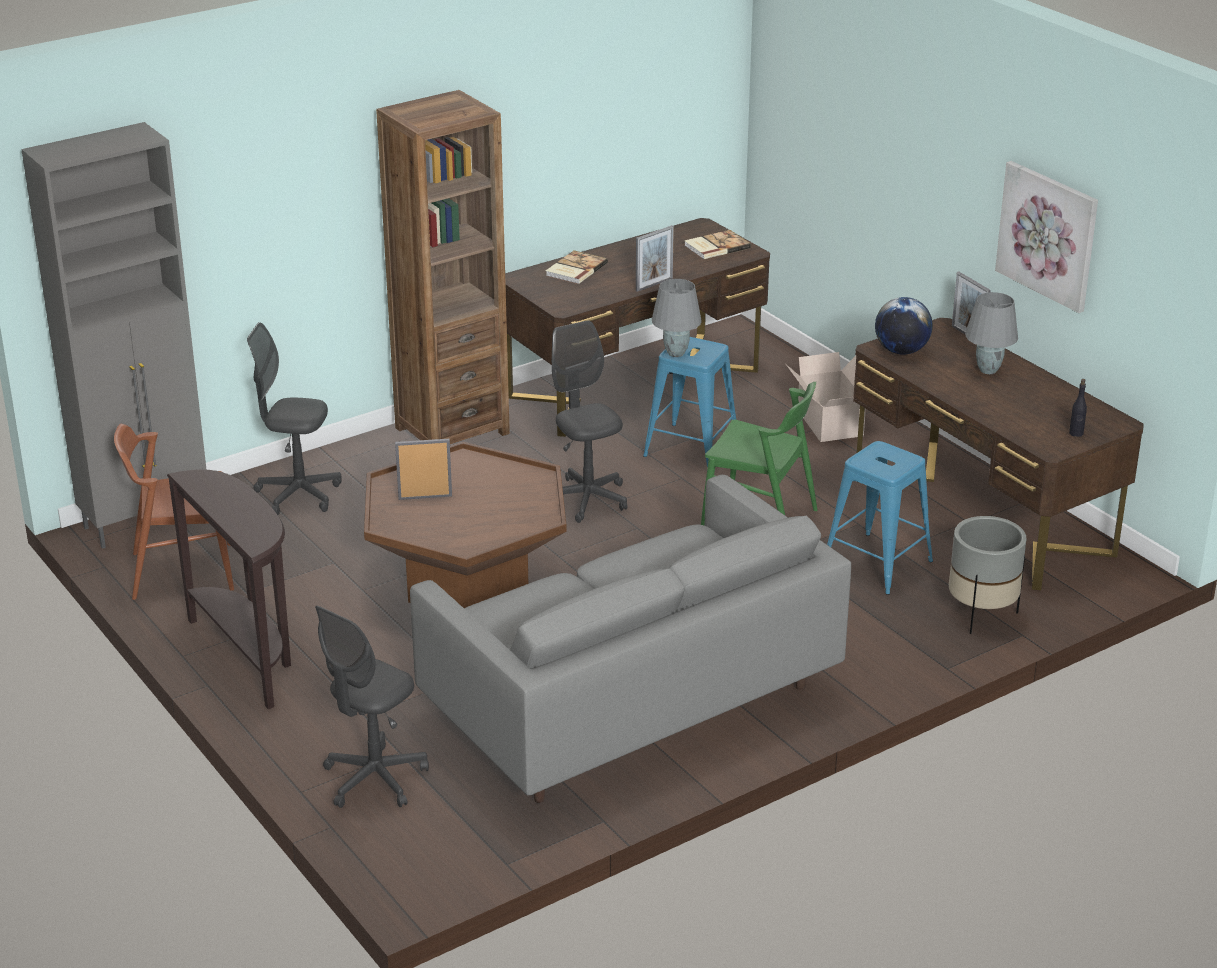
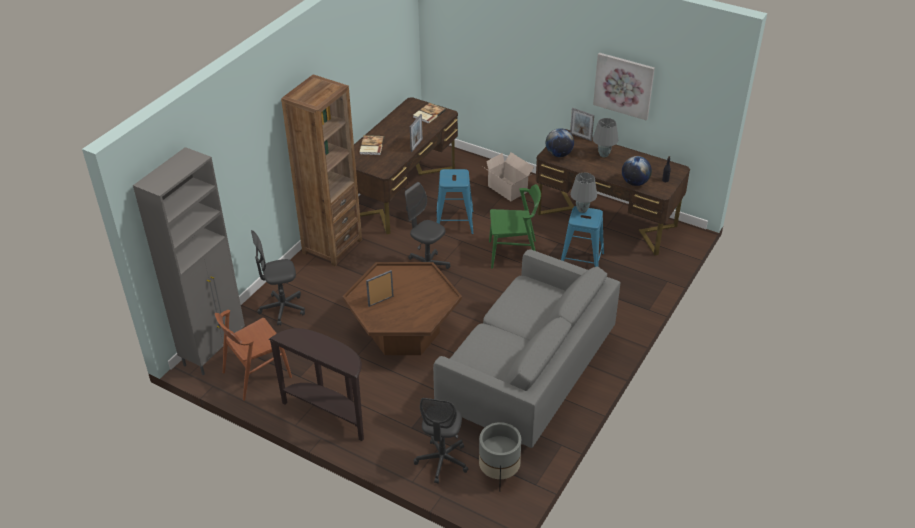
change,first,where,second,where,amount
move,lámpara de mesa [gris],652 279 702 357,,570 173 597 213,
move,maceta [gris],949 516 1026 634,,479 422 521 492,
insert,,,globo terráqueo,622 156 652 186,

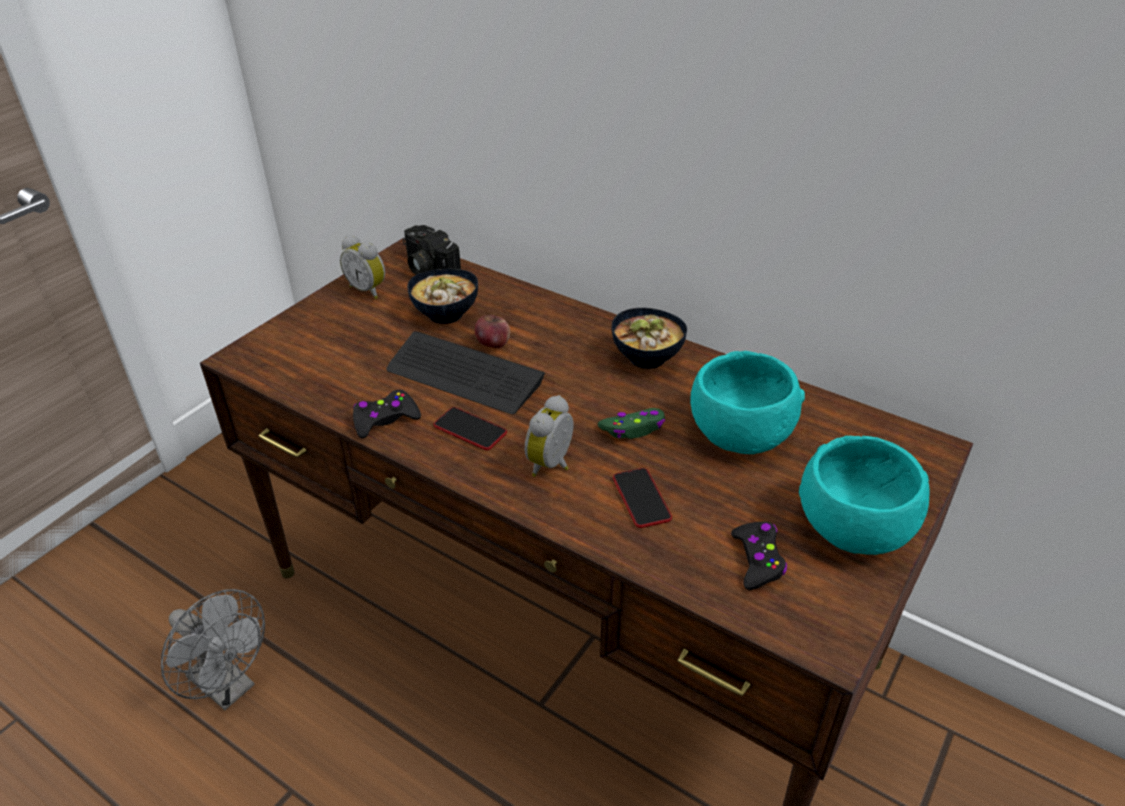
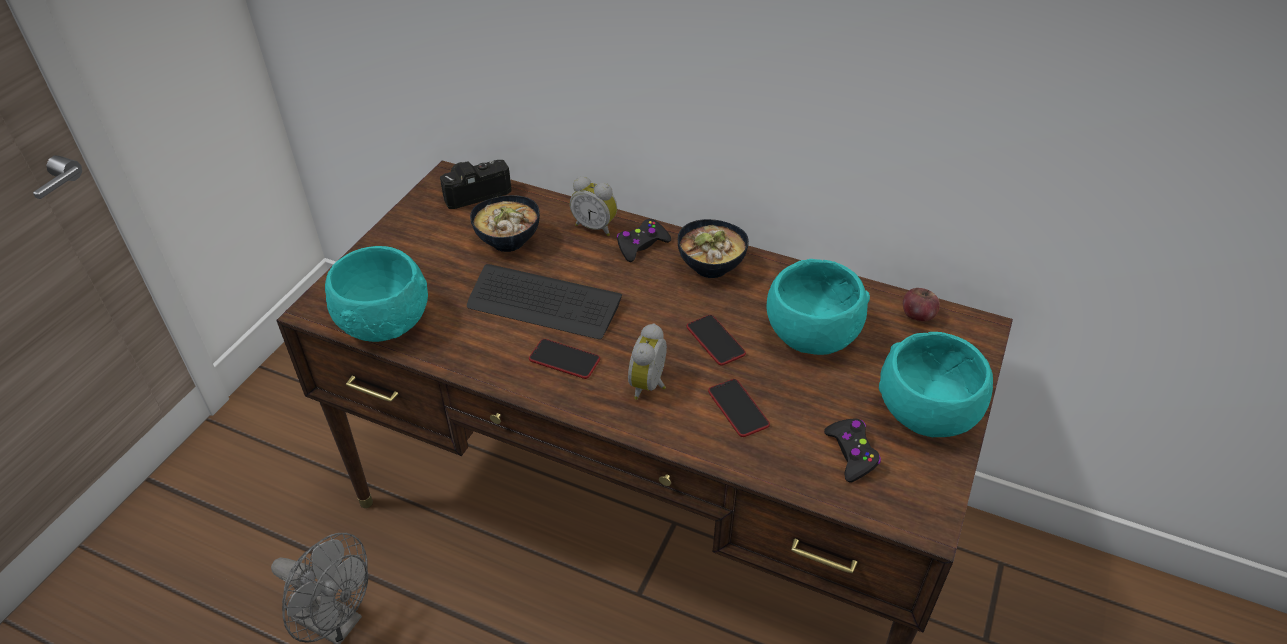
change,first,where,second,where,amount
move,despertador,340 235 385 299,,570 176 617 236,
move,mando de consola [negro],353 390 421 438,,617 219 671 262,
rotate,cámara,403 225 461 275,,440 160 512 209,120 degrees clockwise
move,manzana,475 315 510 348,,903 288 940 321,
replace,mando de consola [verde],598 408 665 439,móvil,686 315 746 366,
insert,,,cuenco [turquesa],325 246 428 342,

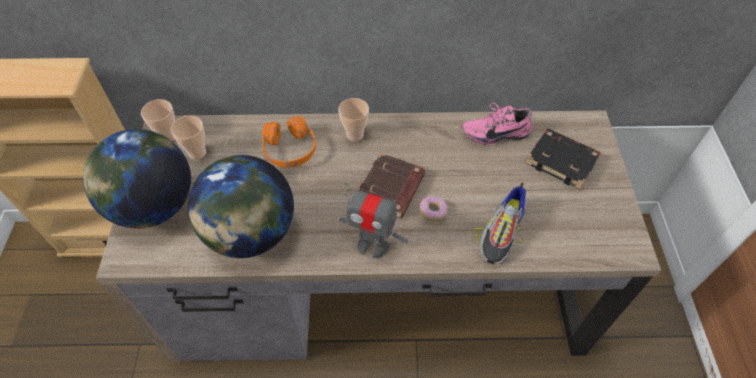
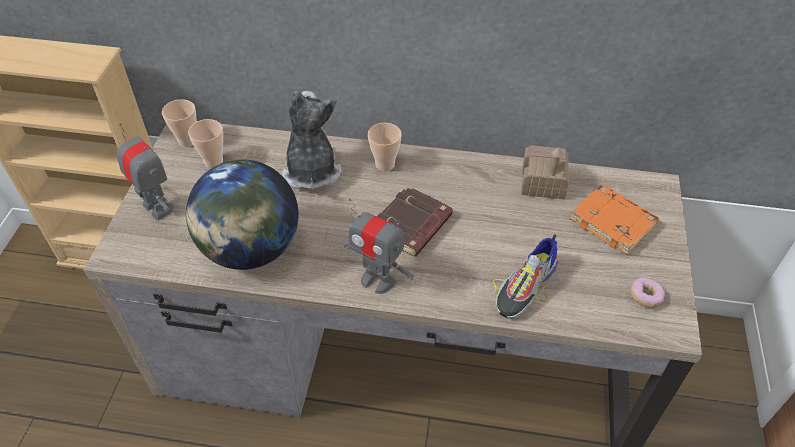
change,first,where,second,where,amount
replace,globo terráqueo,83 129 191 229,robot de juguete,117 123 173 221,
replace,auriculares [naranja],262 116 316 168,peluche,282 91 342 190,
move,rosquilla,419 196 448 221,,631 278 665 308,
replace,zapato [rosa],463 103 533 145,casita,521 145 569 199,
recolor,libro [negro],526 129 601 190,libro [naranja],570 184 659 255,

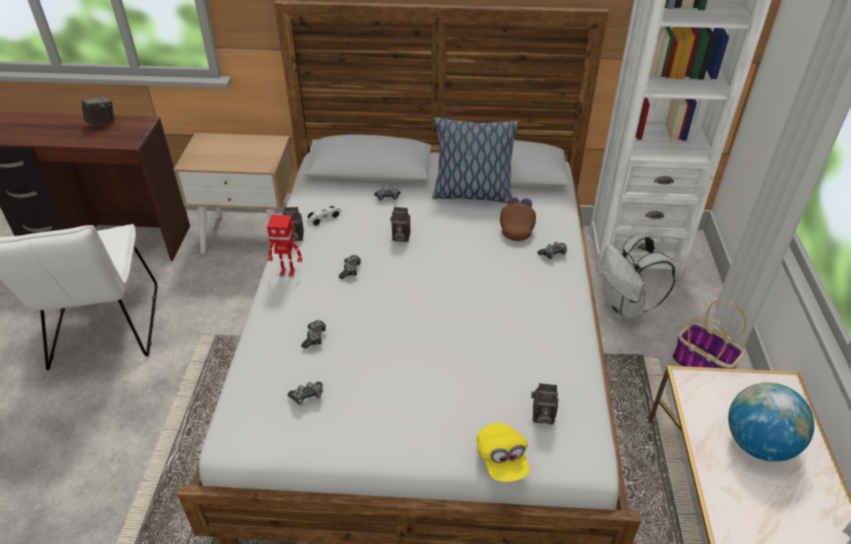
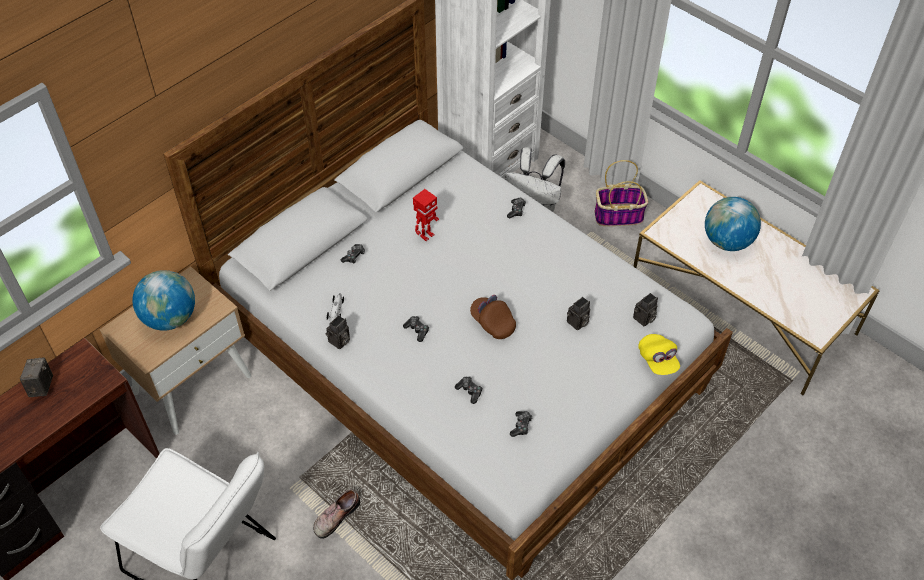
change,first,where,second,where,amount
move,robot de juguete,267 215 302 277,,413 189 439 242,
move,cámara,390 207 411 242,,567 297 590 330,
delete,cojín,432 117 519 203,,,
rotate,gorra [amarillo],477 423 530 482,,638 334 680 375,45 degrees clockwise
move,gorra [marrón],500 197 536 241,,470 295 516 339,
insert,,,globo terráqueo,132 270 195 331,
insert,,,zapato,313 489 360 539,

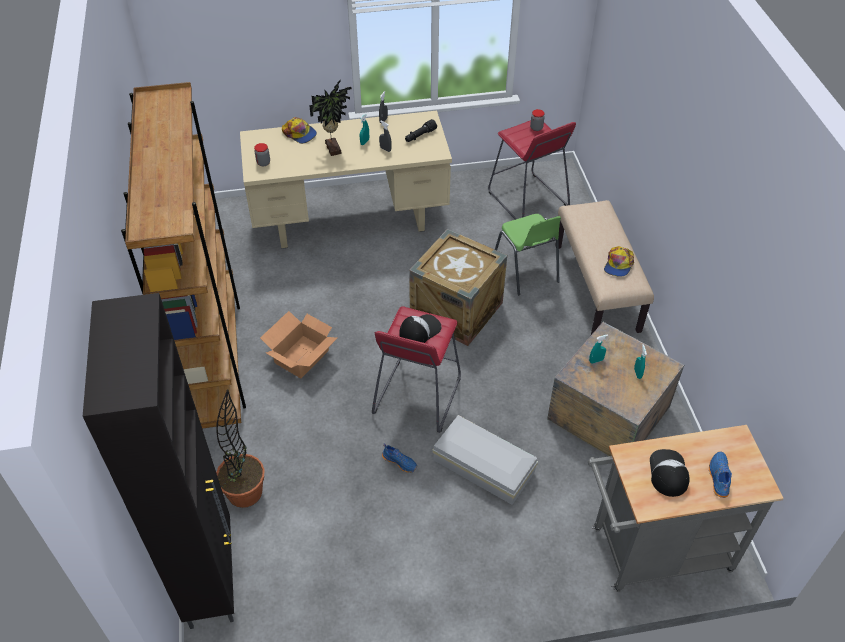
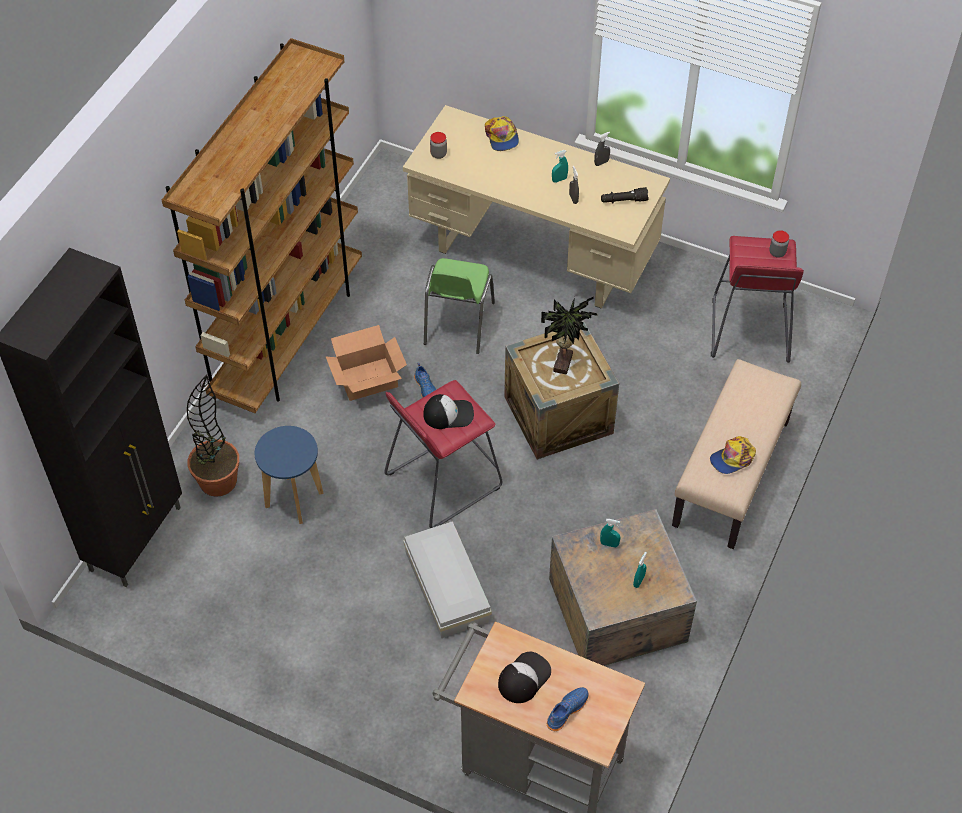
change,first,where,second,where,amount
move,planta en maceta,309 80 352 156,,541 297 598 375,
move,zapato [azul],382 444 417 473,,414 363 436 398,
move,silla [verde],495 214 561 295,,424 258 495 354,
insert,,,taburete [azul],255 426 324 524,

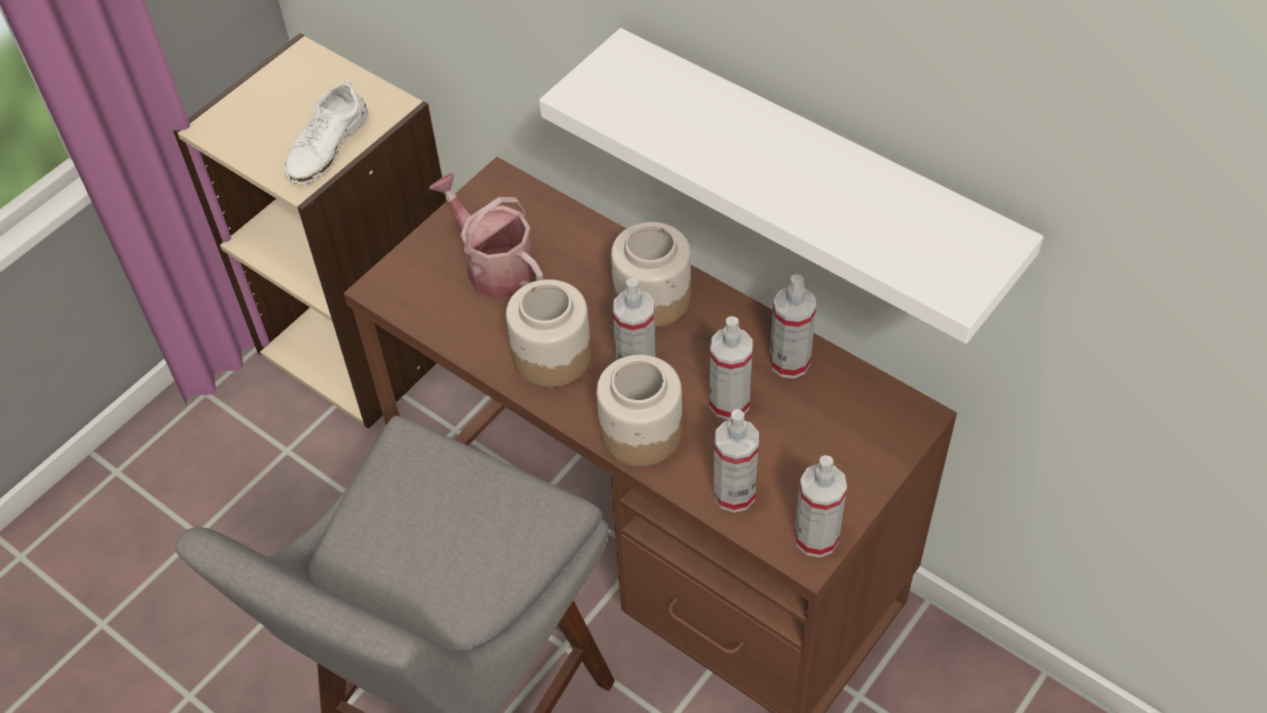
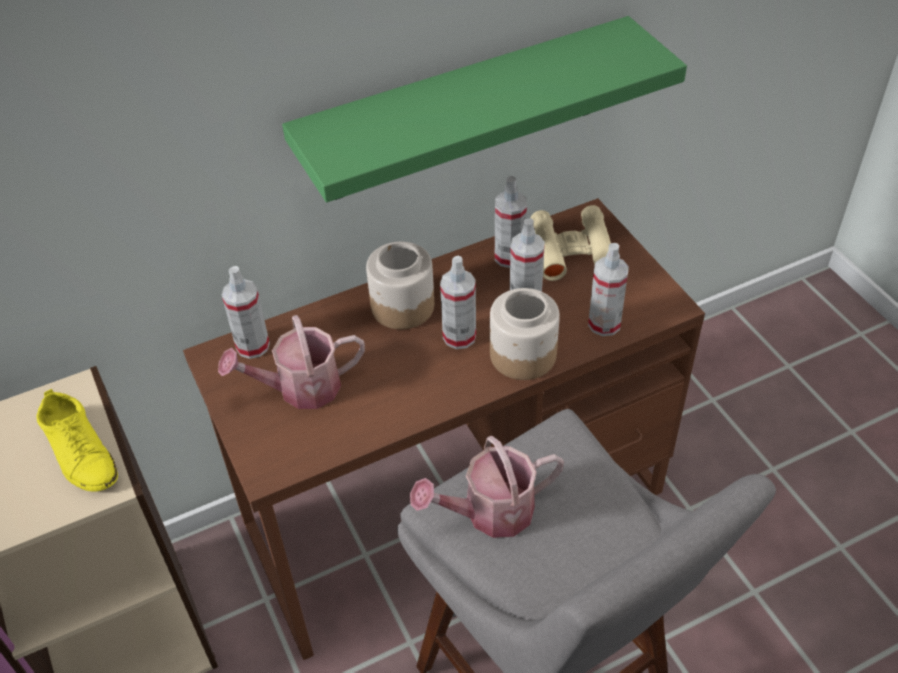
change,first,where,second,where,amount
recolor,zapato [blanco],284 80 368 184,zapato [amarillo],37 389 118 492,
delete,tarro,506 279 591 388,,,
recolor,estante [blanco],539 28 1043 344,estante [verde],282 16 687 202,
move,pulverizador,795 455 847 558,,222 266 270 359,
insert,,,regadera,410 436 564 538,
insert,,,prismáticos [beis],531 205 611 281,

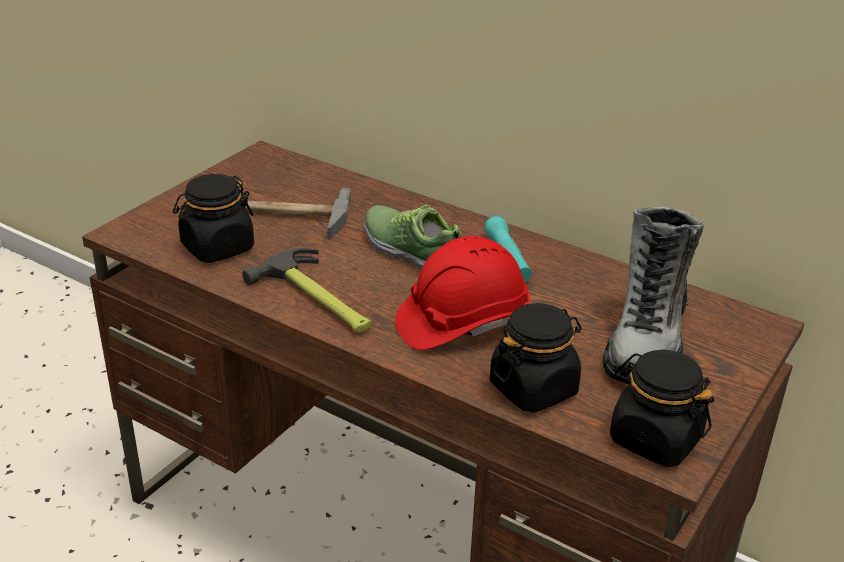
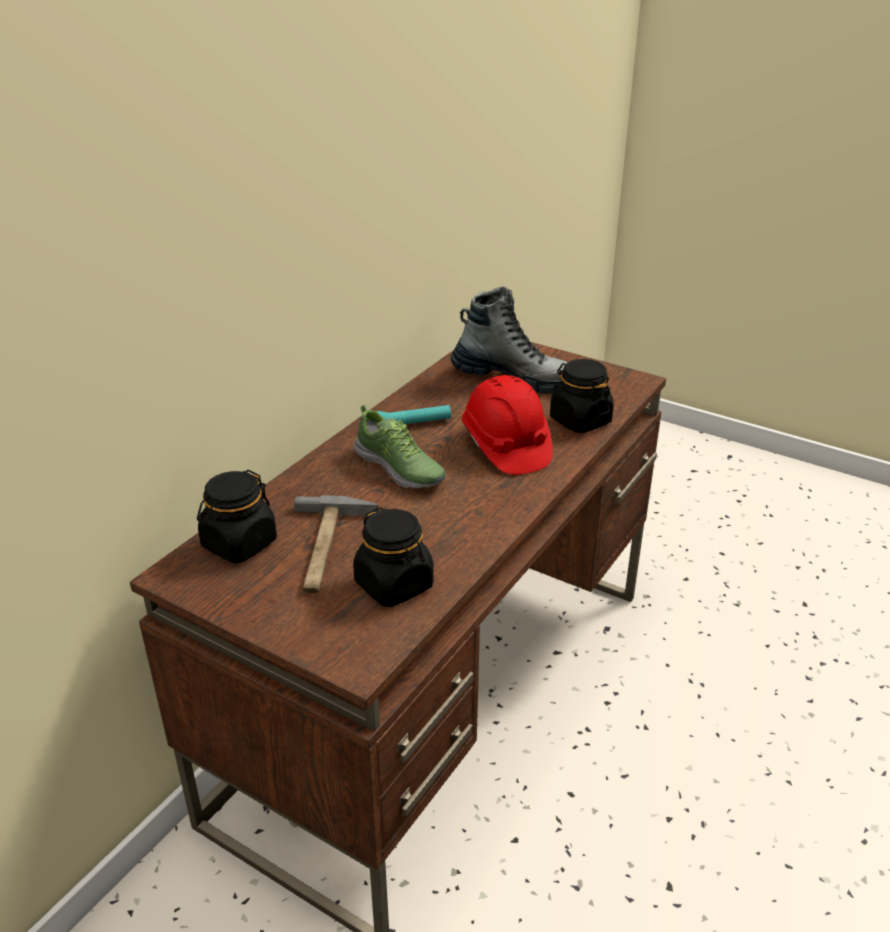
change,first,where,second,where,amount
delete,martillo,242 248 372 333,,,
rotate,zapato,365 204 462 271,,354 405 446 488,90 degrees counterclockwise
move,tarro [negro],610 350 714 467,,197 470 277 563,

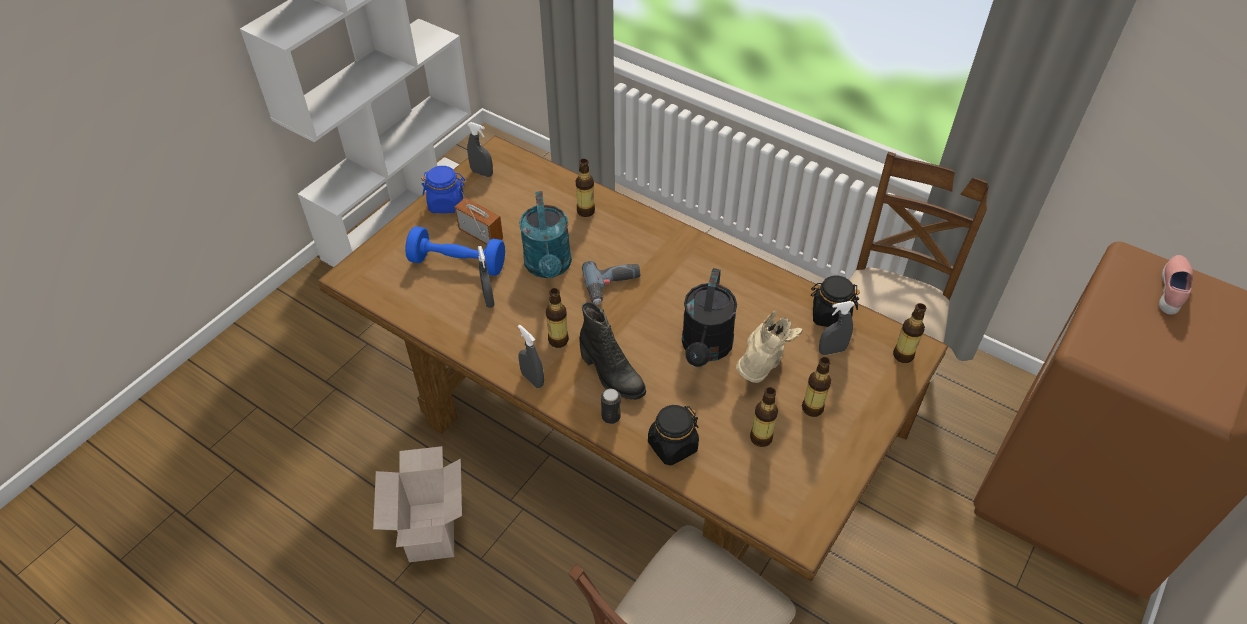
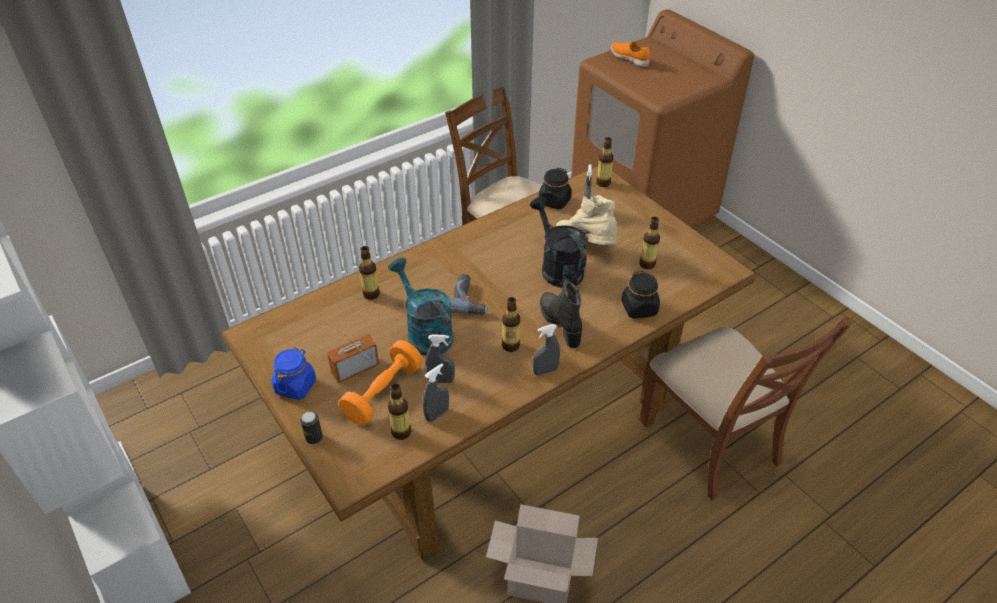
change,first,where,second,where,amount
recolor,mancuerna [azul],405 226 505 276,mancuerna [naranja],339 340 423 425,
move,pulverizador [gris],467 122 493 177,,423 364 449 422,
rotate,regadera [turquesa],519 191 572 278,,388 258 454 356,135 degrees counterclockwise
rotate,bota [negro],579 302 646 400,,540 281 582 348,90 degrees counterclockwise
move,lata,601 389 621 424,,300 411 323 444,
rotate,regadera [negro],682 268 737 367,,530 196 587 288,150 degrees counterclockwise
move,botella,802 357 831 417,,388 383 411 440,
recolor,zapato [rosa],1159 255 1193 315,zapato [naranja],611 42 650 67,

